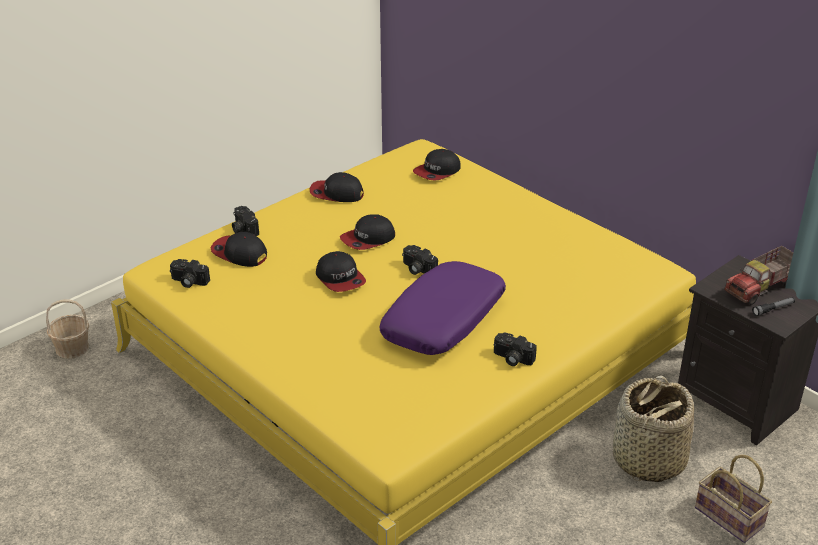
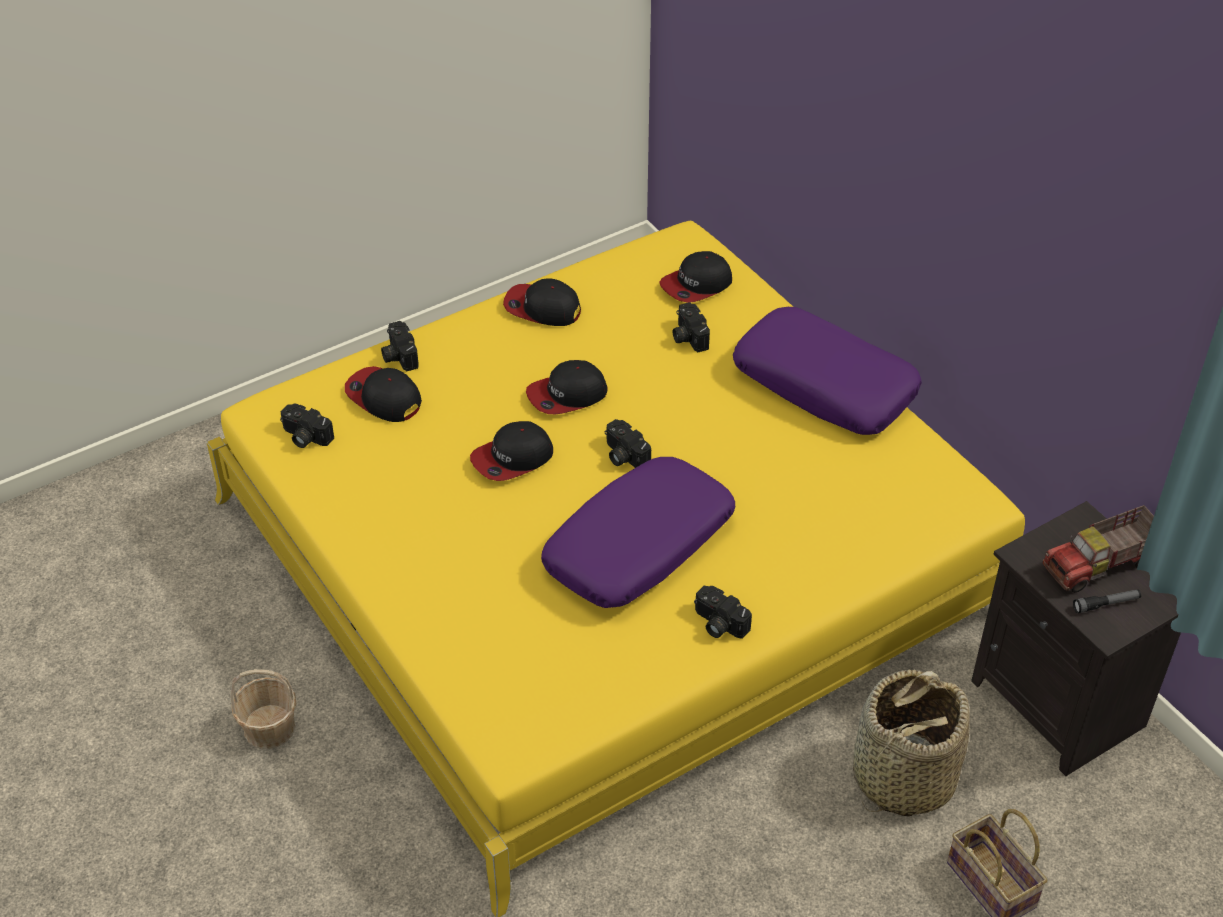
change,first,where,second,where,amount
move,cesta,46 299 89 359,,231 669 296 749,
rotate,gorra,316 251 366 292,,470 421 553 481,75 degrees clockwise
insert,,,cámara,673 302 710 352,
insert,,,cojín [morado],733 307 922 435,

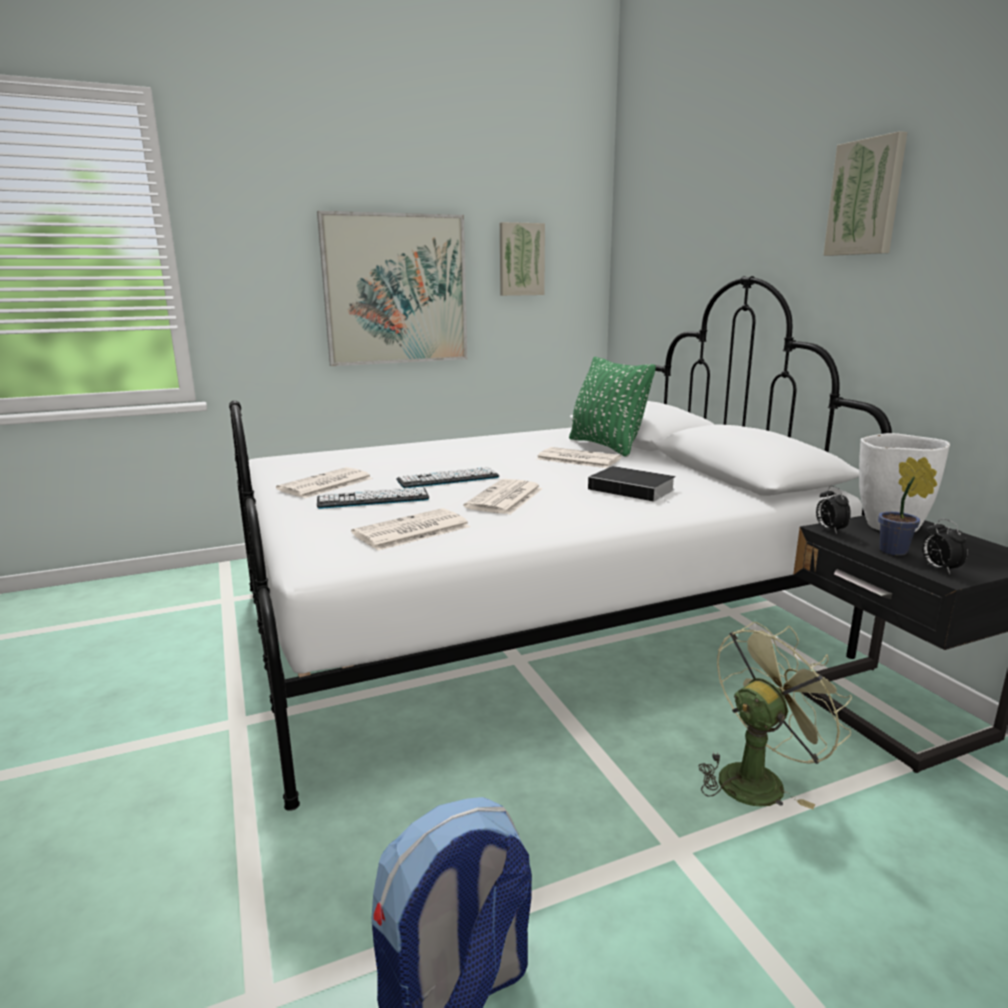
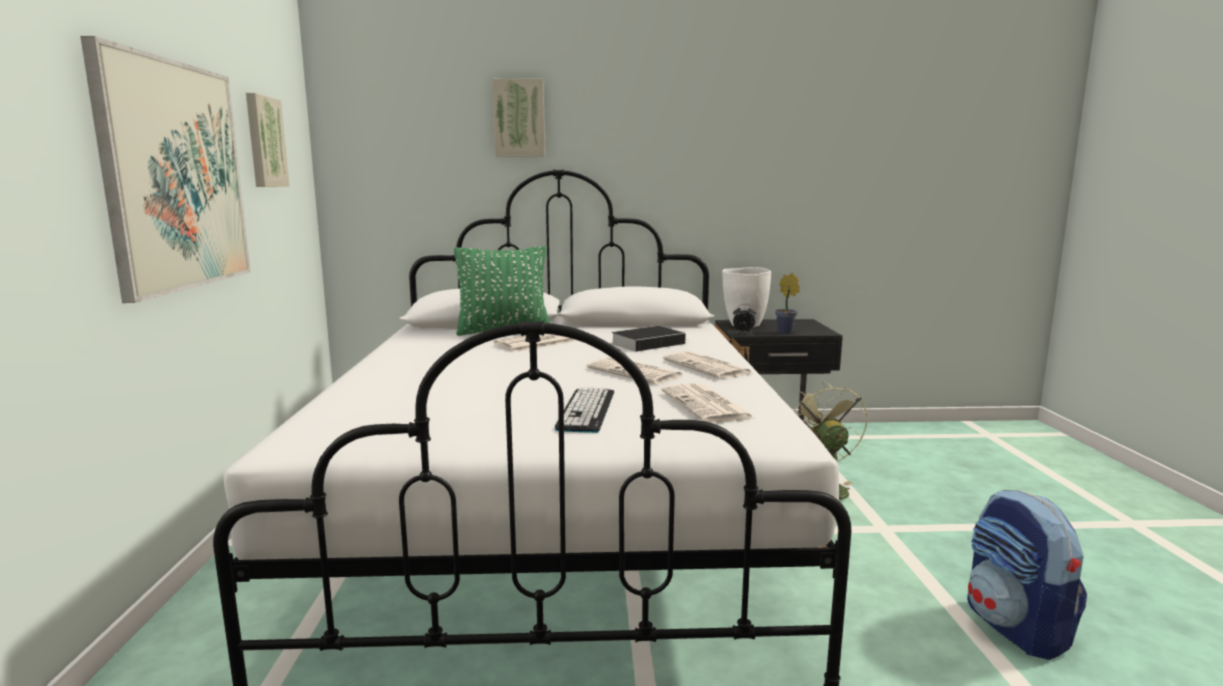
change,first,where,second,where,amount
move,periódico,276 467 373 498,,663 351 752 379,
delete,teclado,396 467 499 488,,,
move,cuadro,823 131 907 256,,492 79 545 157,
delete,despertador,922 519 968 574,,,

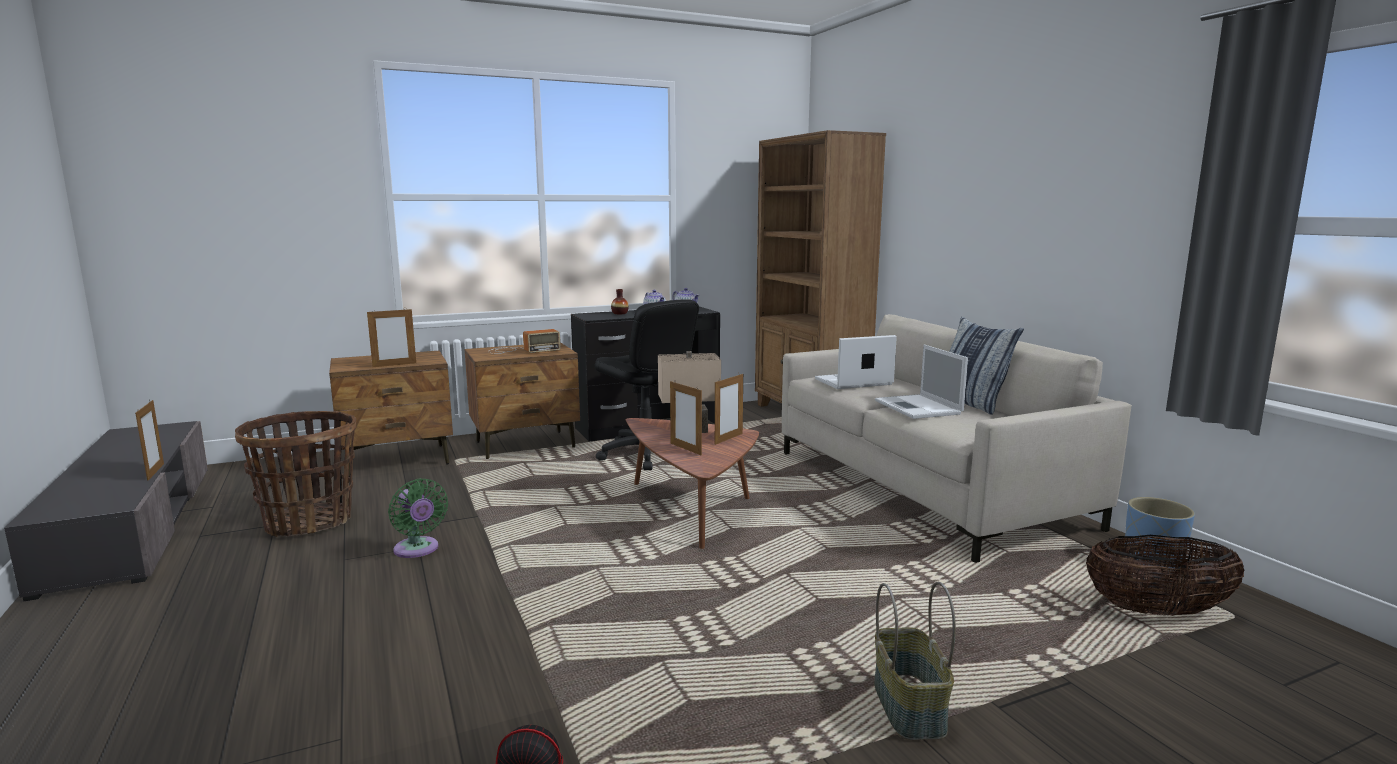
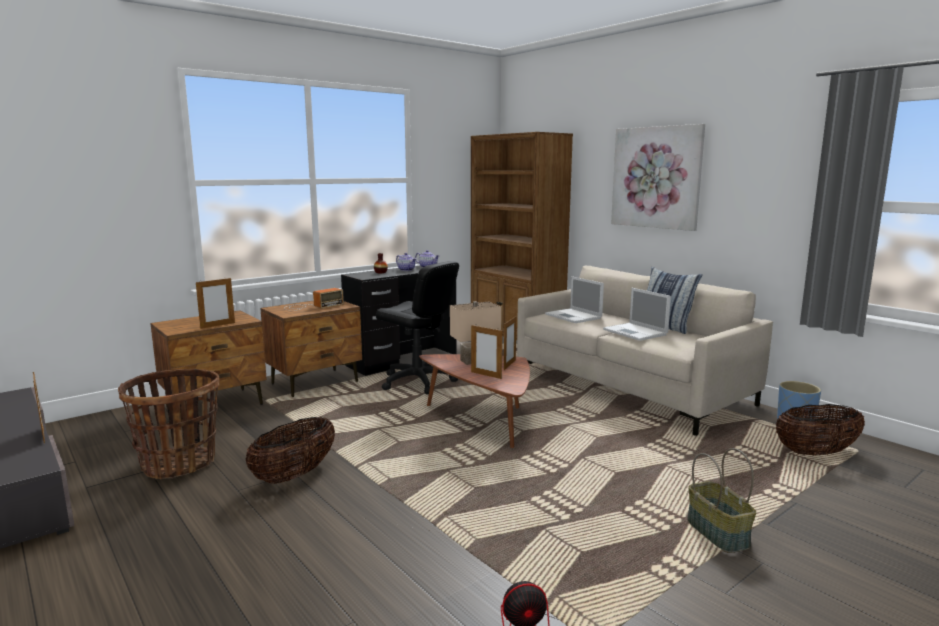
change,first,where,second,where,amount
replace,ventilador [verde],388 478 448 558,cesta,246 417 335 484,
rotate,portátil,815 335 897 389,,545 276 604 323,90 degrees counterclockwise
insert,,,cuadro,611 124 705 231,

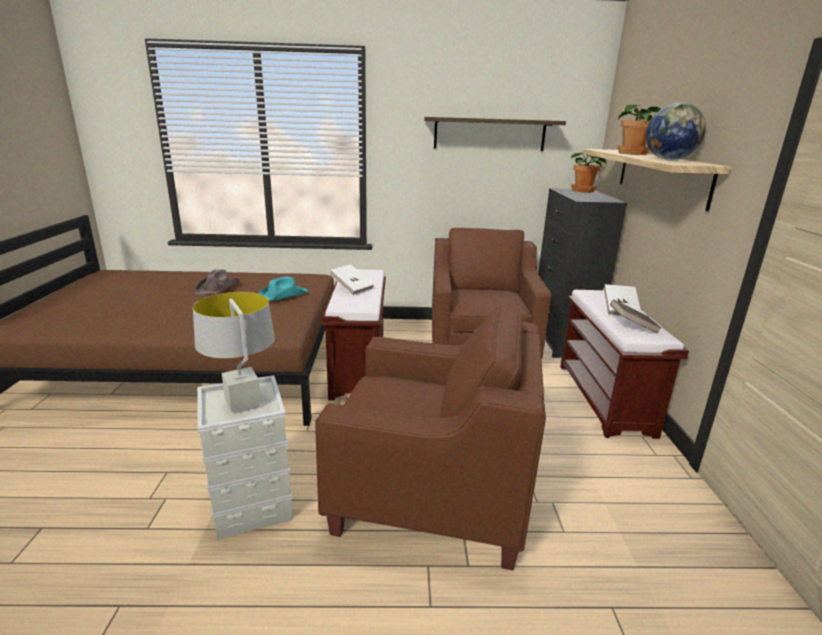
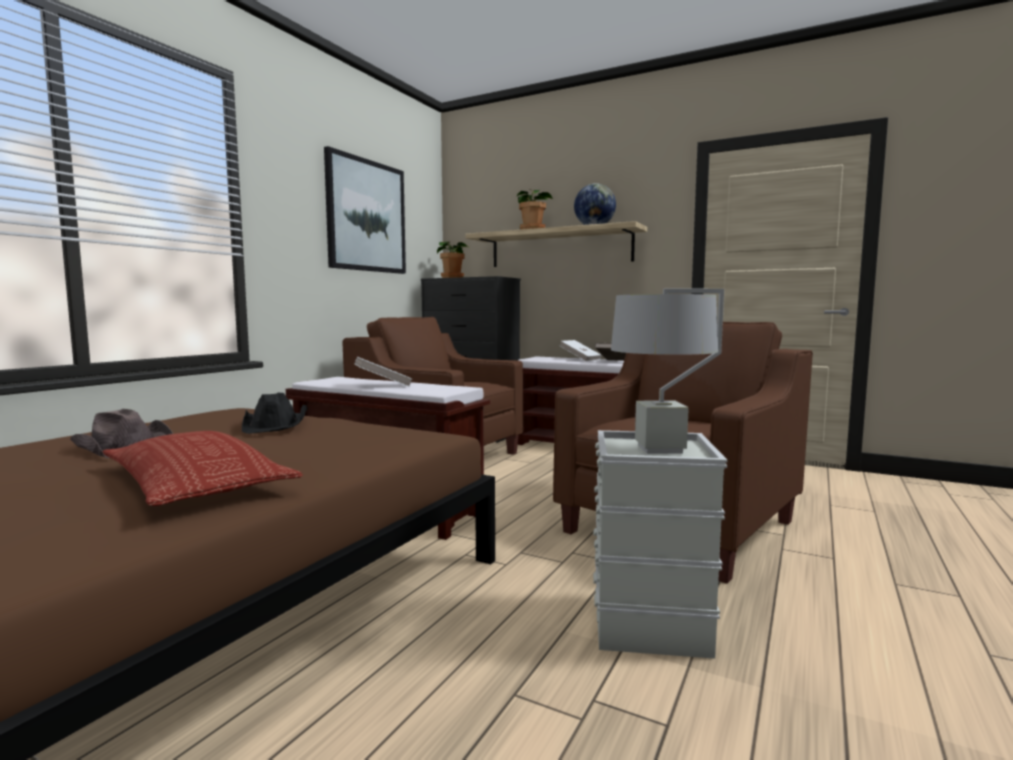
change,first,where,second,where,amount
recolor,sombrero [turquesa],258 276 308 301,sombrero [negro],242 393 307 434,
replace,estante,424 117 566 151,cuadro,324 146 406 274,
insert,,,cojín,102 431 303 506,

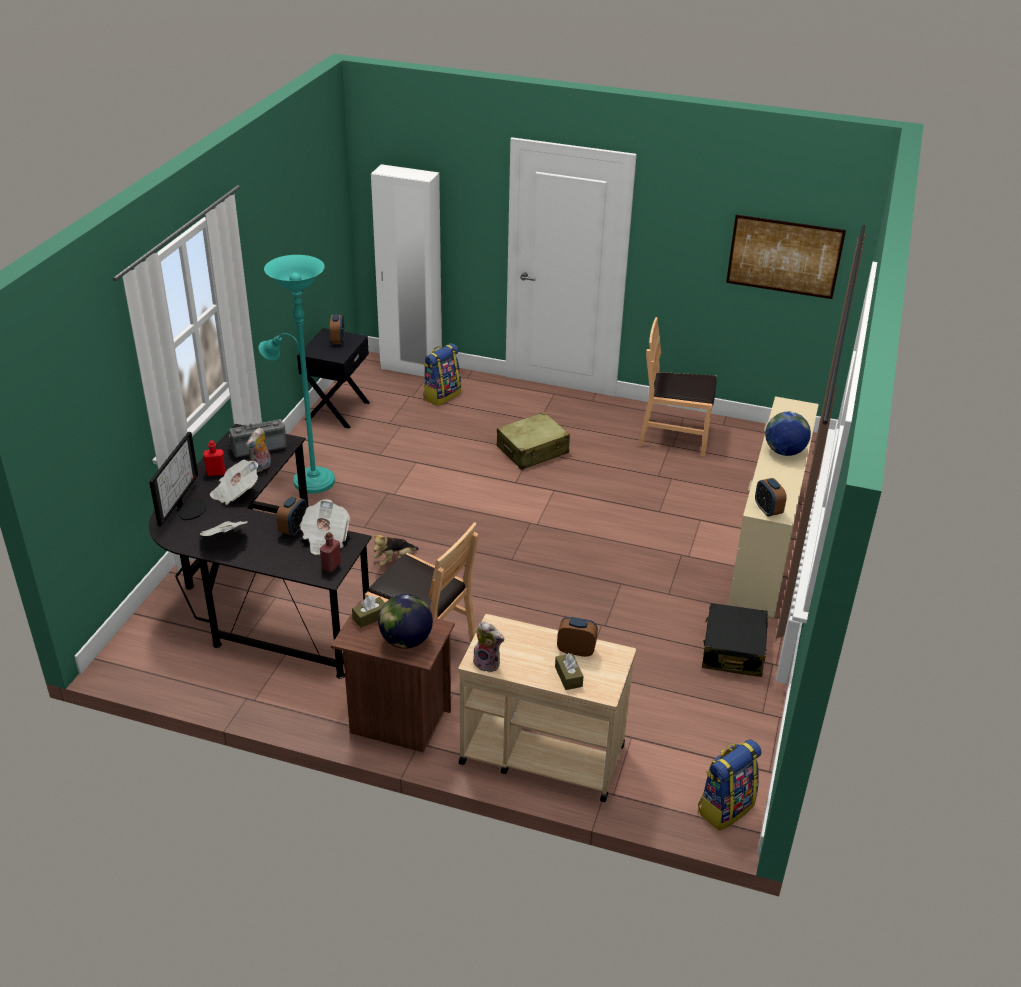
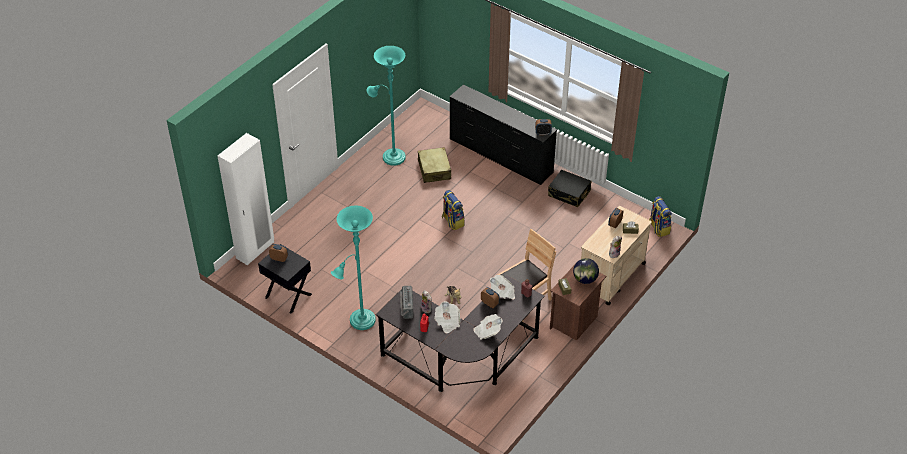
change,first,where,second,where,amount
delete,monitor,149 432 207 527,,,
move,mochila,423 343 461 406,,442 190 465 230,
move,maleta [beis],497 412 570 470,,418 147 451 183,
replace,silla [marrón],638 317 717 457,lámpara de pie [turquesa],367 46 406 166,
delete,cuadro,726 215 846 299,,,
recolor,cómoda [beis],728 396 819 619,cómoda [negro],449 84 557 185,
delete,globo terráqueo,765 412 811 456,,,

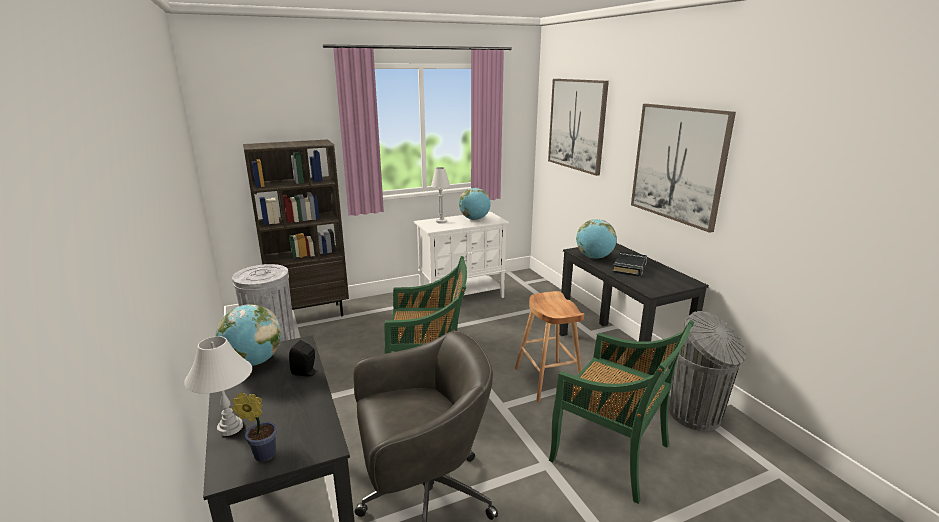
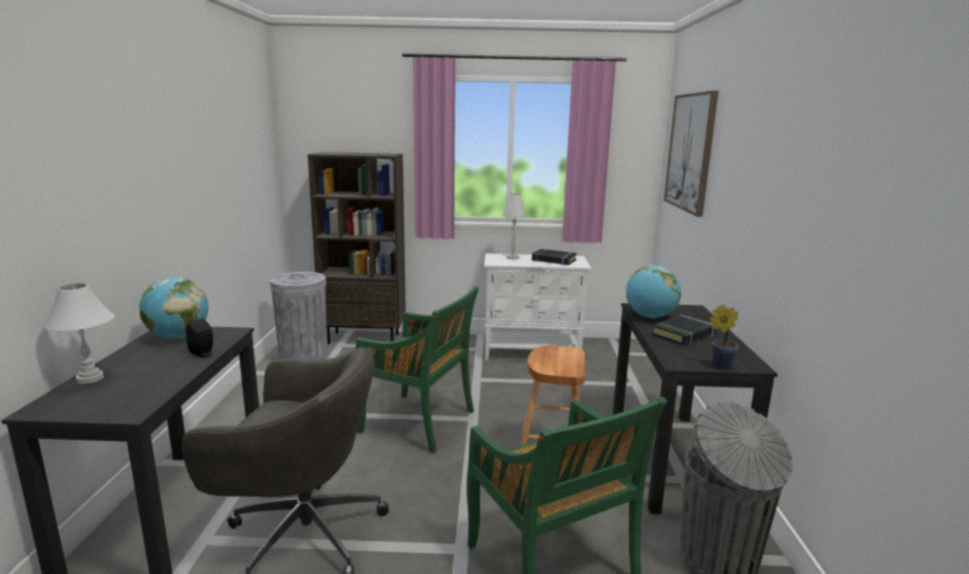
change,first,where,second,where,amount
move,planta en maceta,232 392 277 462,,710 305 738 370,
replace,globo terráqueo,459 188 491 220,libro [negro],532 249 577 265,
delete,cuadro,631 104 736 233,,,

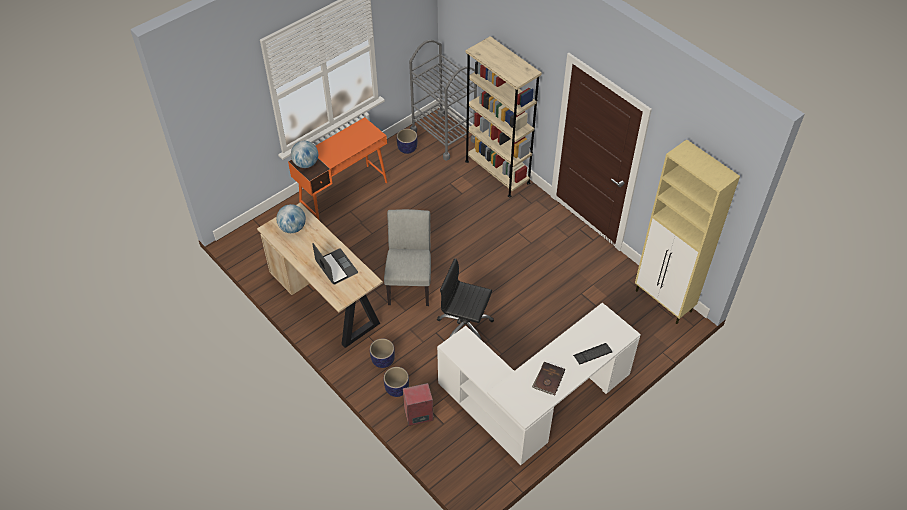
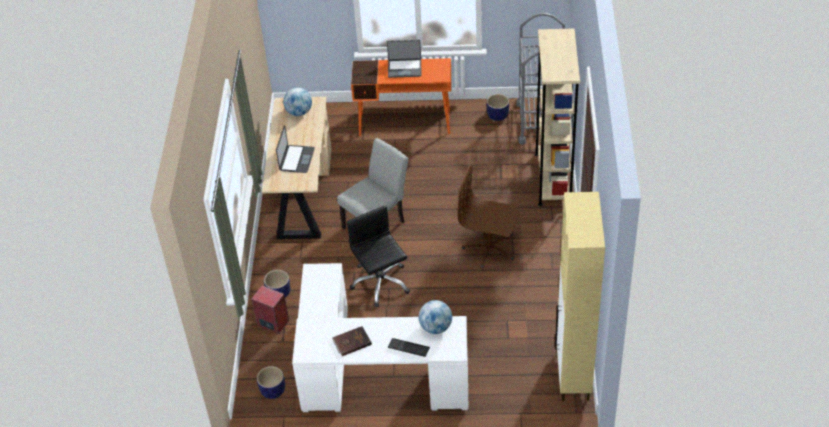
change,first,where,second,where,amount
move,globo terráqueo,291 141 318 168,,419 300 452 334,
move,maceta,370 338 395 368,,257 366 285 399,
insert,,,portátil,387 40 421 78,
insert,,,silla de oficina [marrón],458 165 520 268,

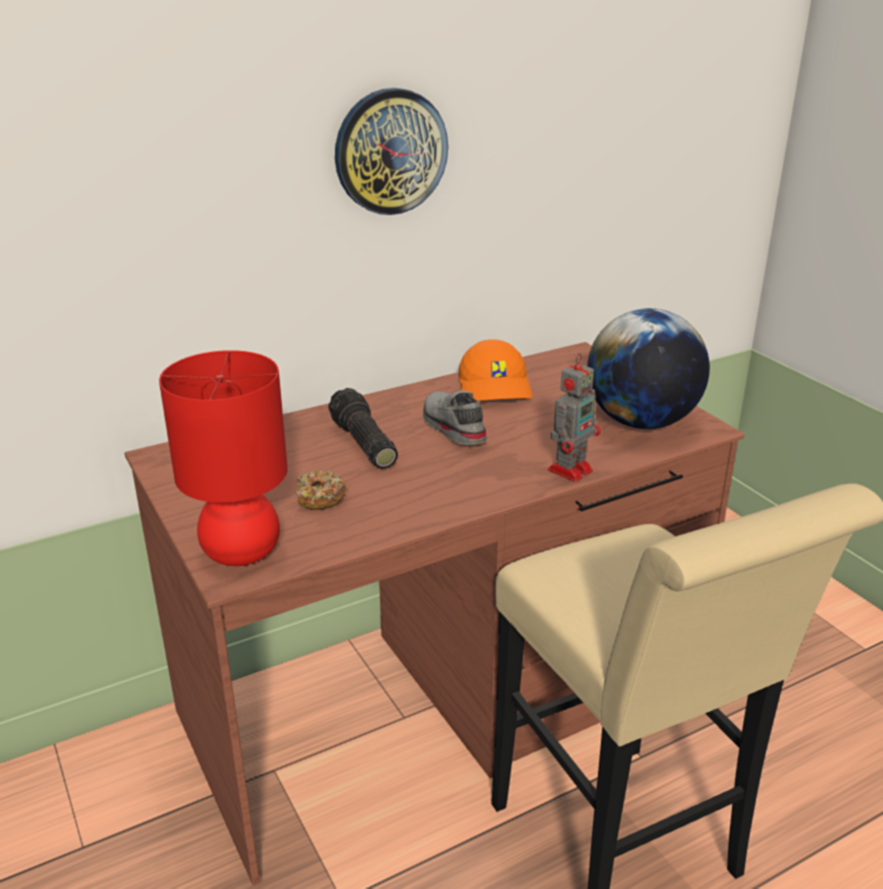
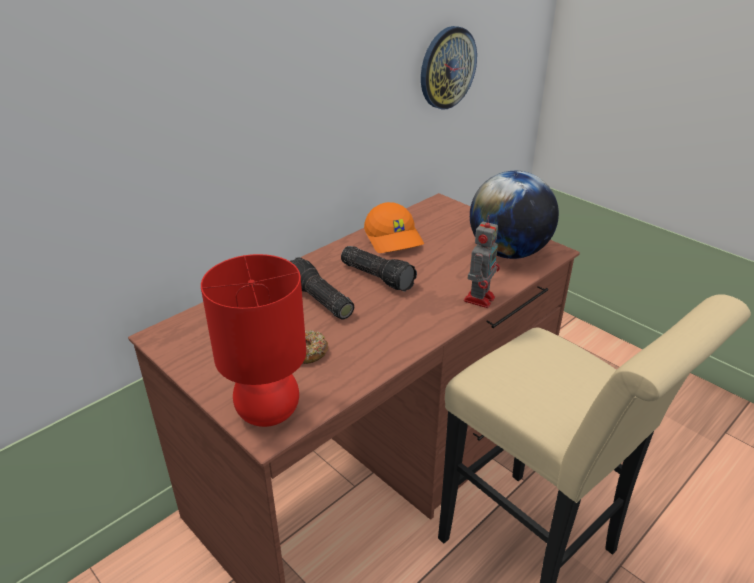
change,first,where,second,where,amount
move,reloj de pared,335 88 448 215,,421 26 477 109,
replace,zapato [gris],423 391 487 445,linterna,341 246 417 292,

